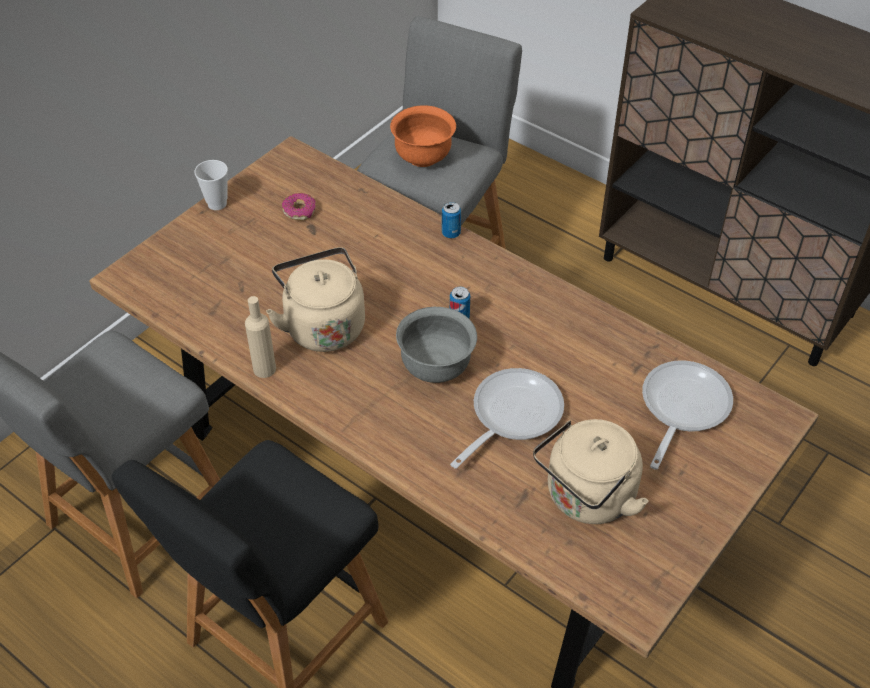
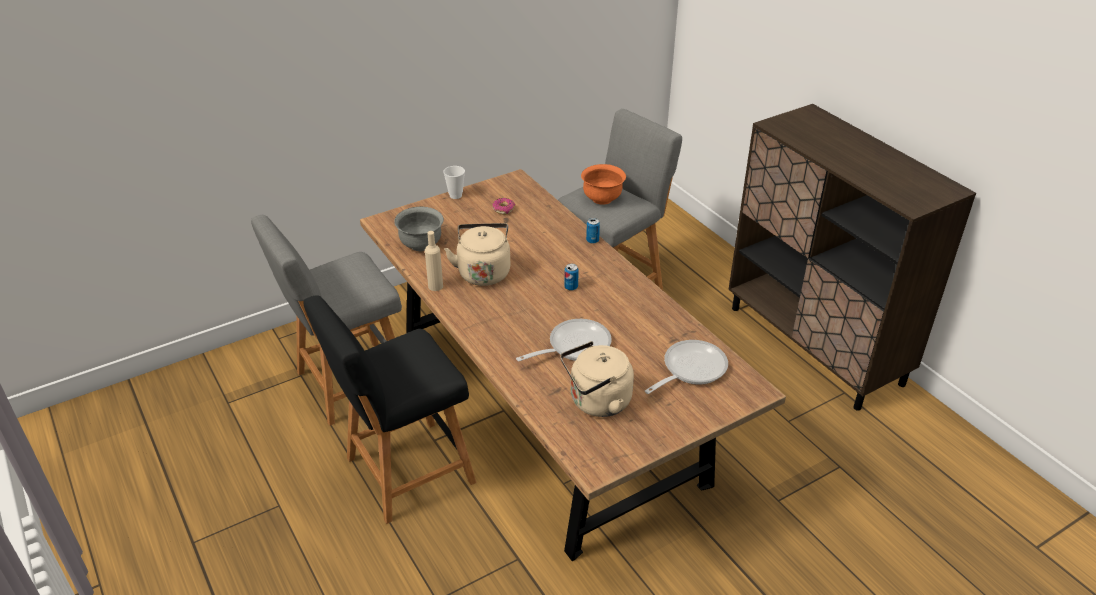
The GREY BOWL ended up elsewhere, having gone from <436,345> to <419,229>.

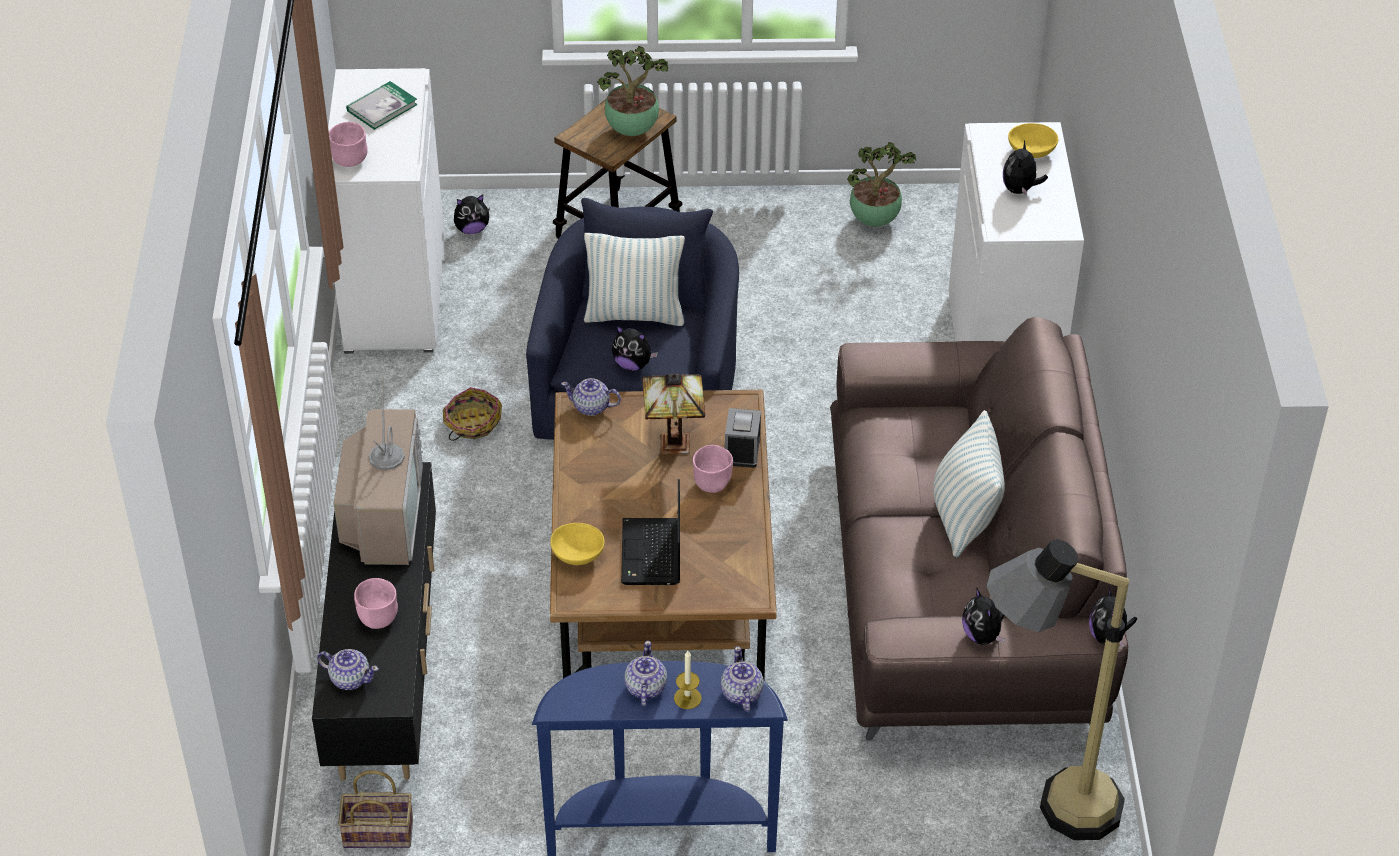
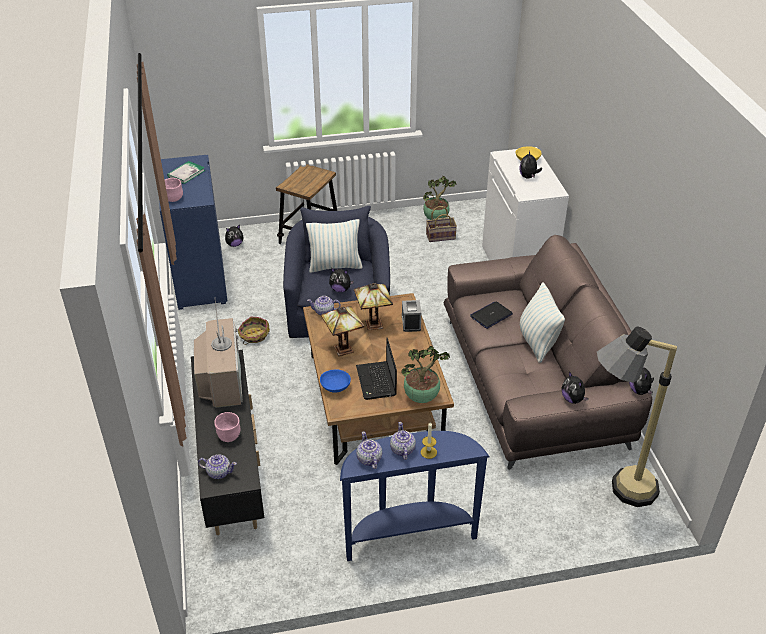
What was the WHITE CABINET at <386,211> turned into the BLUE CABINET at <193,232>.
What was the YELLOW BOWL at <577,544> turned into the BLUE BOWL at <335,381>.
The second view gained the TABLE LAMP at <342,331>.
The TEAPOT ended up elsewhere, having gone from <742,679> to <369,450>.
The POTTED PLANT ended up elsewhere, having gone from <633,91> to <425,374>.
The BASKET ended up elsewhere, having gone from <375,809> to <441,224>.
The second view gained the LAPTOP at <491,315>.
The second view lost the PINK BOWL at <713,469>.

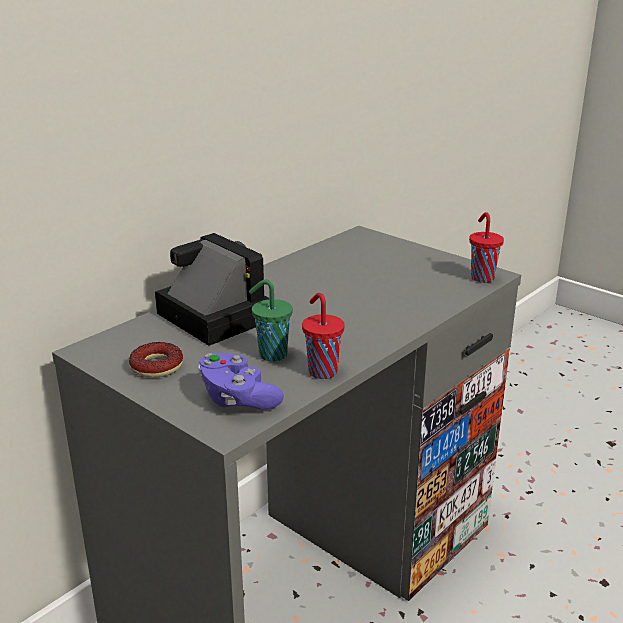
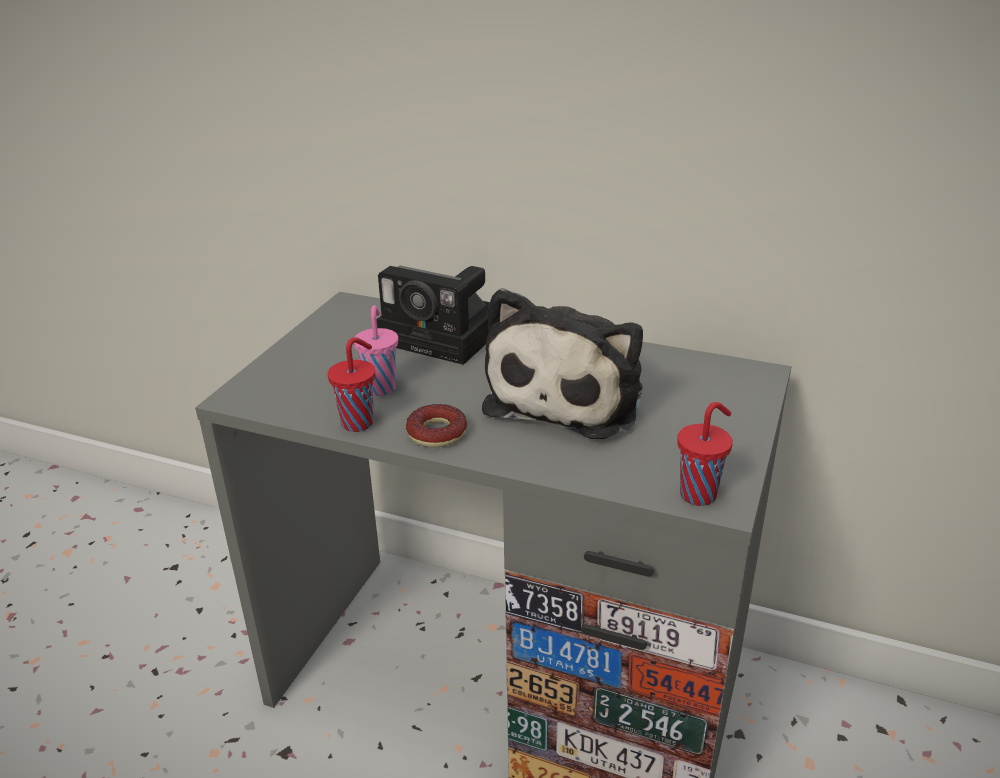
What was the GREEN CUP at <271,321> turned into the PINK CUP at <376,350>.
The PHOTO CAMERA at <212,289> ended up facing another way, 90 degrees clockwise from before.
The DONUT ended up elsewhere, having gone from <156,360> to <436,425>.
The second view gained the PLUSH TOY at <562,363>.
The second view lost the PURPLE GAME CONTROLLER at <241,381>.

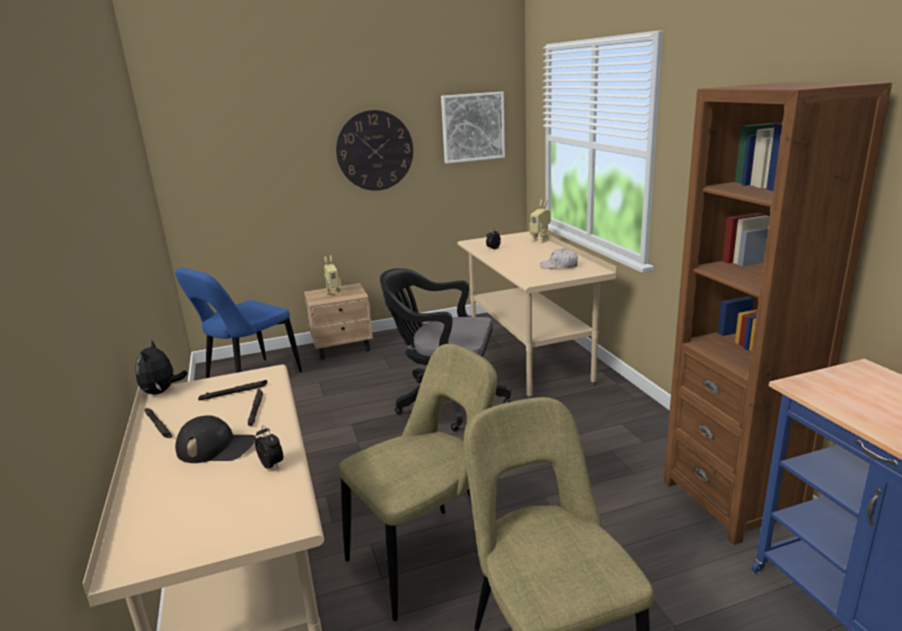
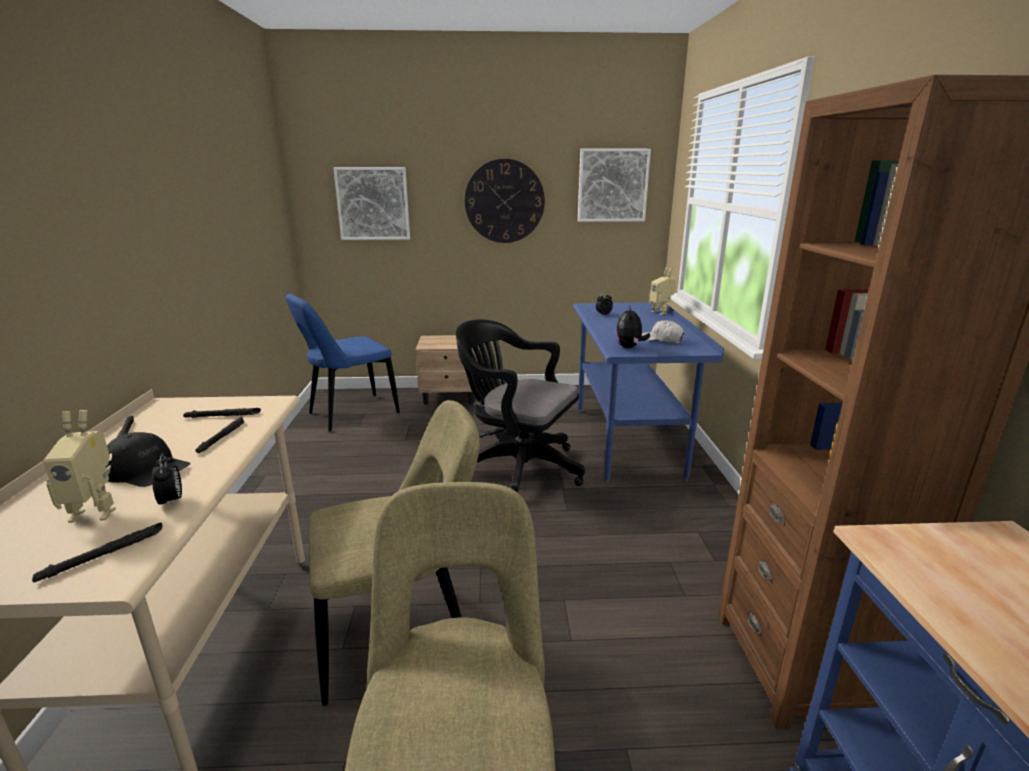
The second view gained the BLACK FLASHLIGHT at <97,552>.
The TOY ROBOT ended up elsewhere, having gone from <333,276> to <79,466>.
The second view gained the PICTURE at <371,203>.
What was the BEIGE DESK at <536,314> turned into the BLUE DESK at <648,392>.
The PLUSH TOY ended up elsewhere, having gone from <161,366> to <632,326>.

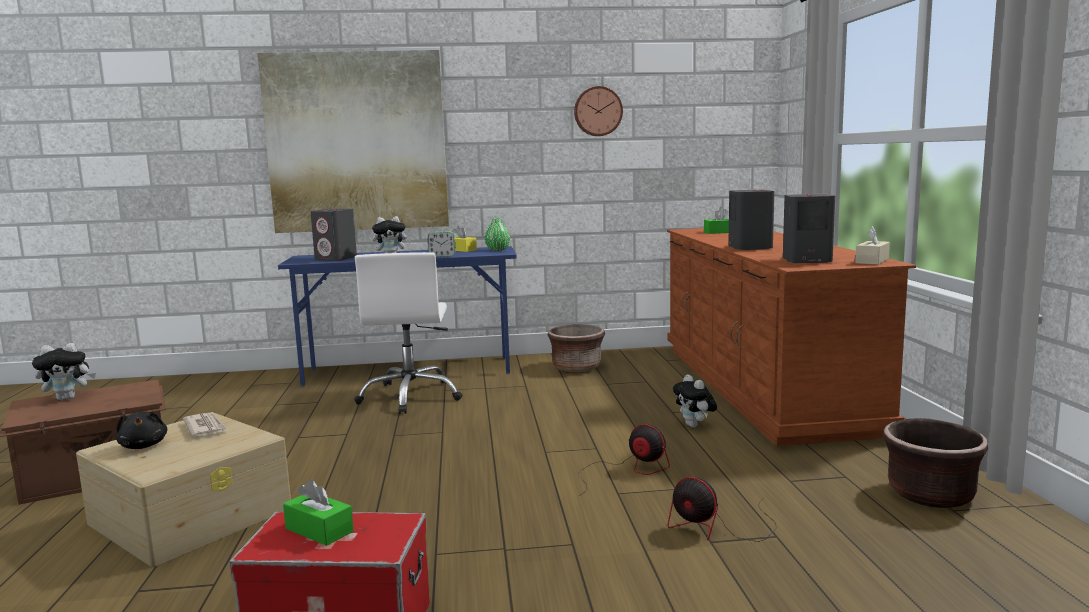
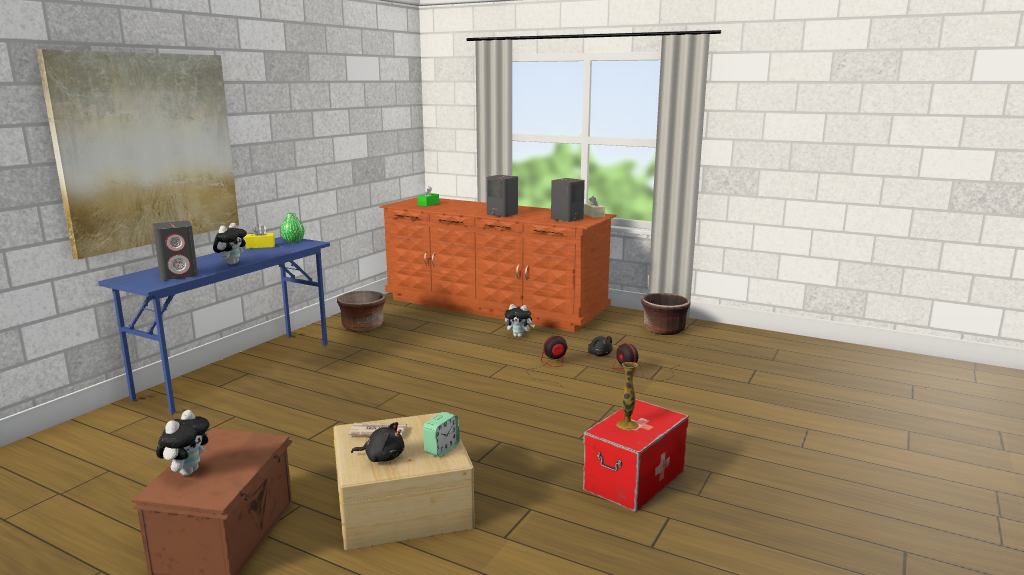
The ALARM CLOCK ended up elsewhere, having gone from <441,244> to <441,434>.
The second view gained the BLACK PLUSH TOY at <600,346>.
The FAN at <722,509> ended up facing another way, 75 degrees clockwise from before.
Where the GREEN TISSUE BOX stood at <318,513>, the VASE came to stand at <627,396>.
The second view lost the WHITE OFFICE CHAIR at <408,333>.
The second view lost the WALL CLOCK at <598,111>.

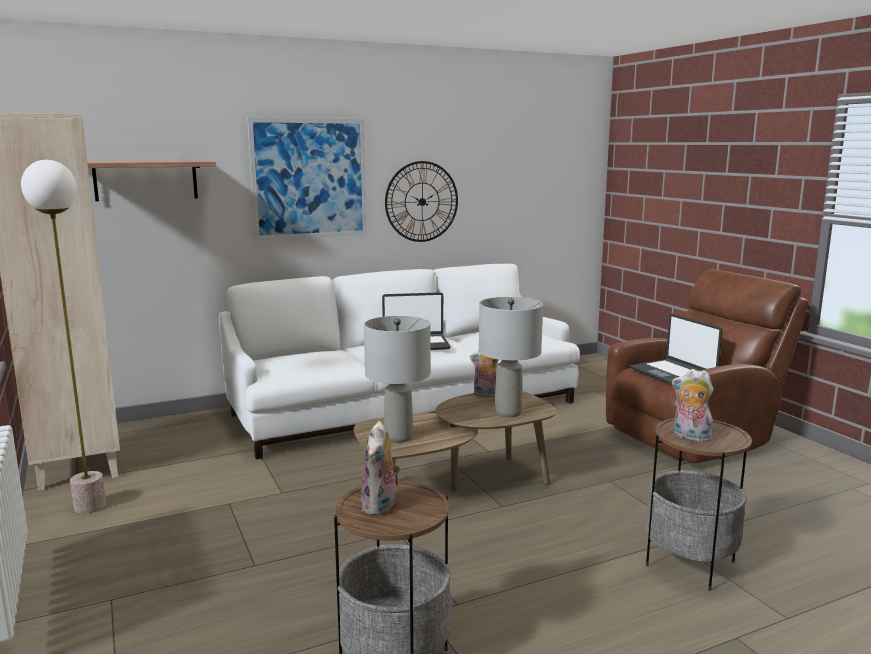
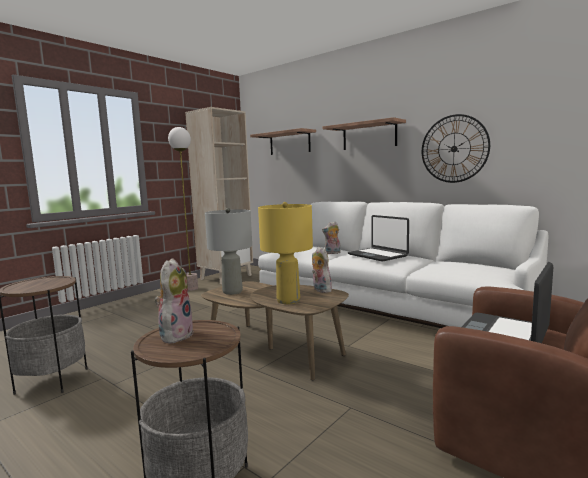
What was the GREY TABLE LAMP at <511,357> turned into the YELLOW TABLE LAMP at <285,253>.
The PLUSH TOY ended up elsewhere, having gone from <381,468> to <331,237>.
Where the PICTURE hung at <307,179>, the SHELF came to hang at <364,133>.

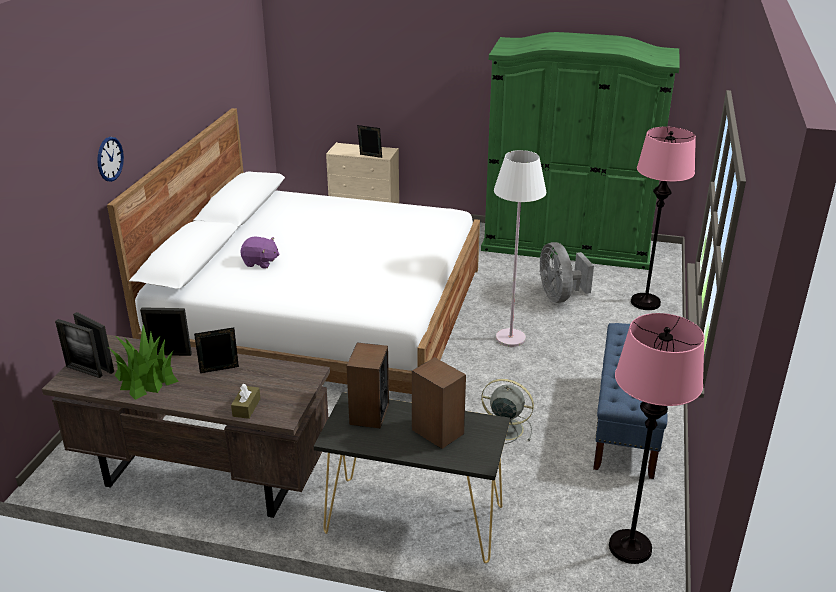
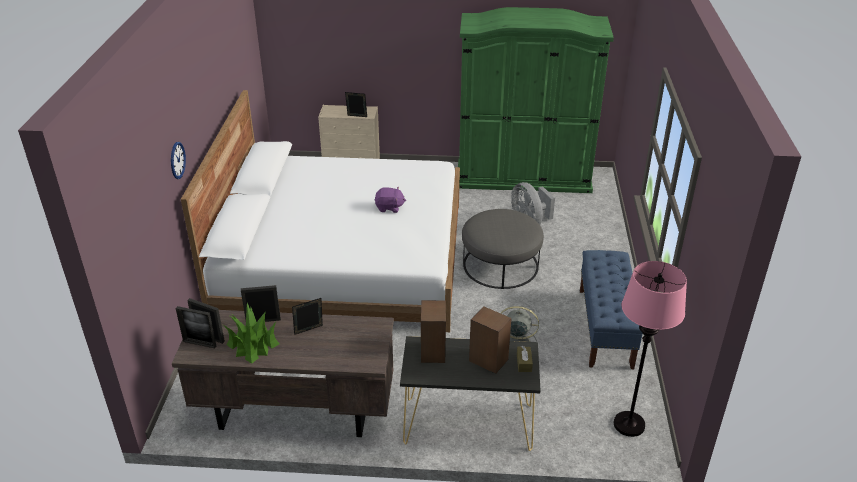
The PURPLE PLUSH TOY ended up elsewhere, having gone from <260,253> to <390,200>.
Where the WHITE FLOOR LAMP stood at <520,248>, the GREY OTTOMAN came to stand at <503,249>.
The BROWN TISSUE BOX ended up elsewhere, having gone from <246,401> to <525,359>.
The second view lost the PINK FLOOR LAMP at <663,218>.

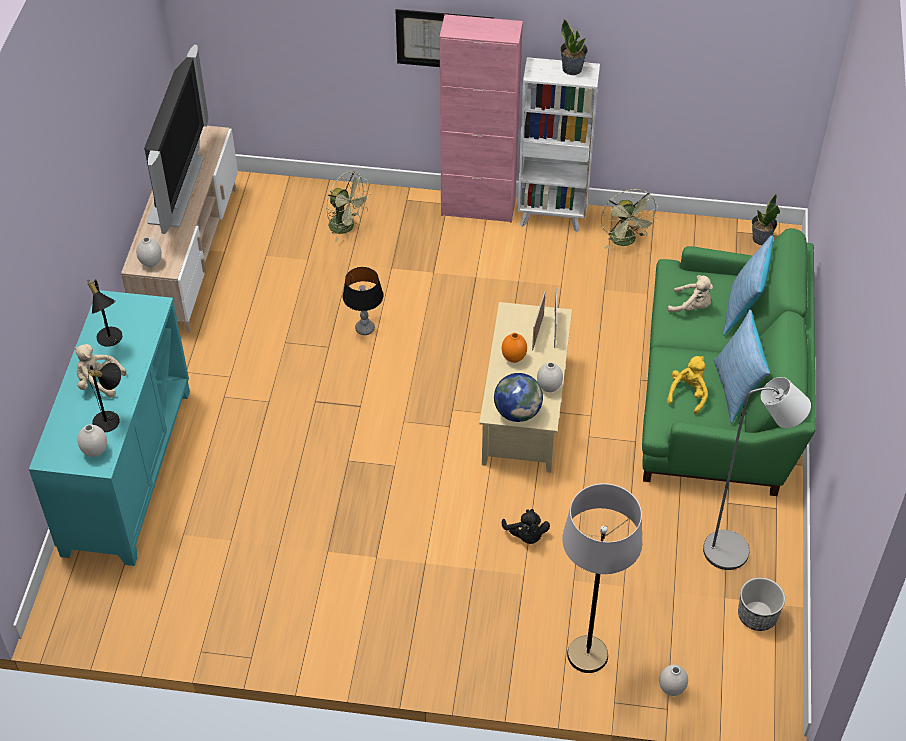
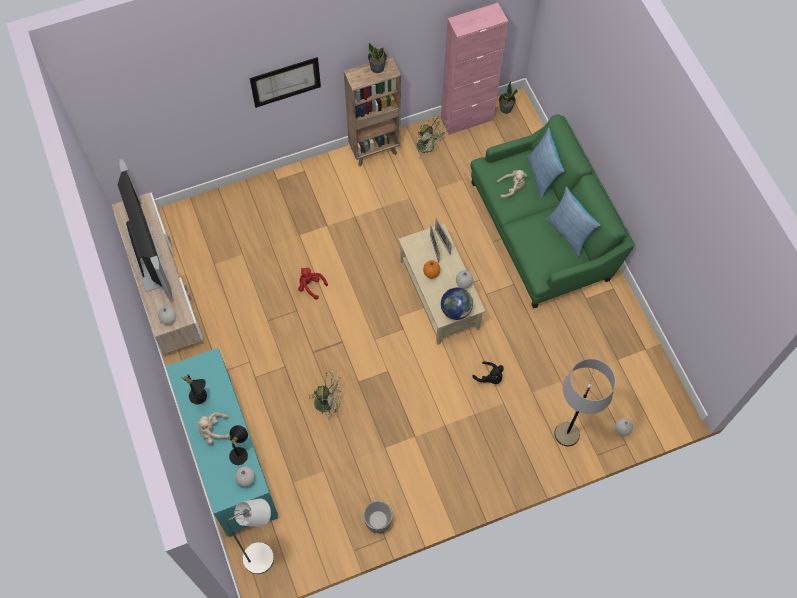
The GREY FLOOR LAMP ended up elsewhere, having gone from <757,473> to <250,536>.
Where the TABLE LAMP stood at <363,301>, the RED PLUSH TOY came to stand at <313,284>.
The GREEN FAN ended up elsewhere, having gone from <348,206> to <325,395>.
What was the WHITE BOOKCASE at <558,144> turned into the BROWN BOOKCASE at <372,111>.
The PLANTER ended up elsewhere, having gone from <761,604> to <378,517>.
The PINK CABINET ended up elsewhere, having gone from <481,118> to <474,69>.
The second view lost the YELLOW PLUSH TOY at <687,385>.

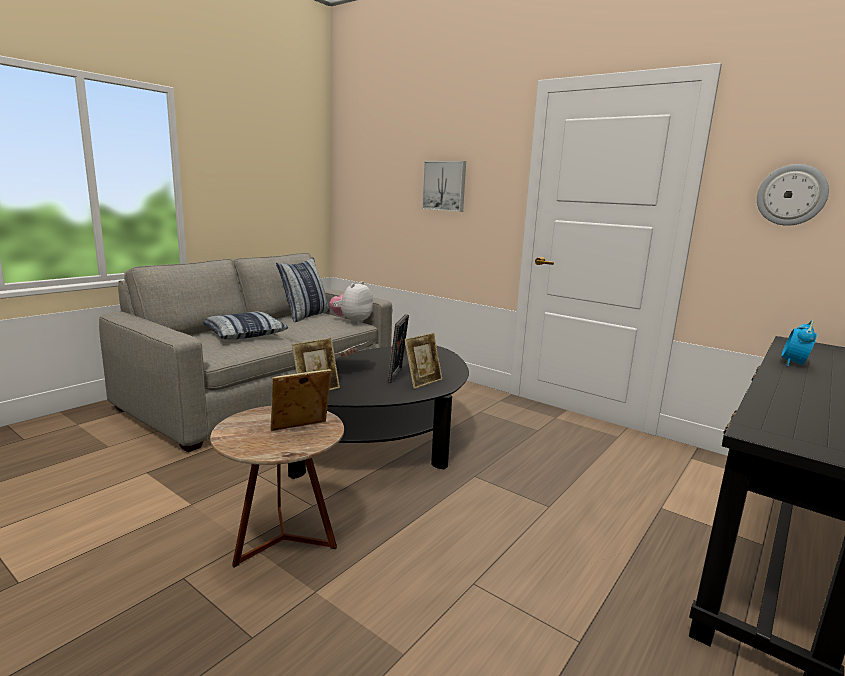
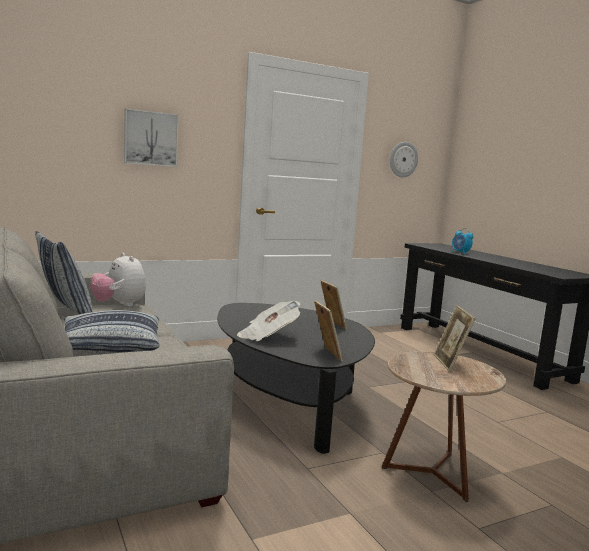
The second view lost the PICTURE FRAME at <398,348>.

